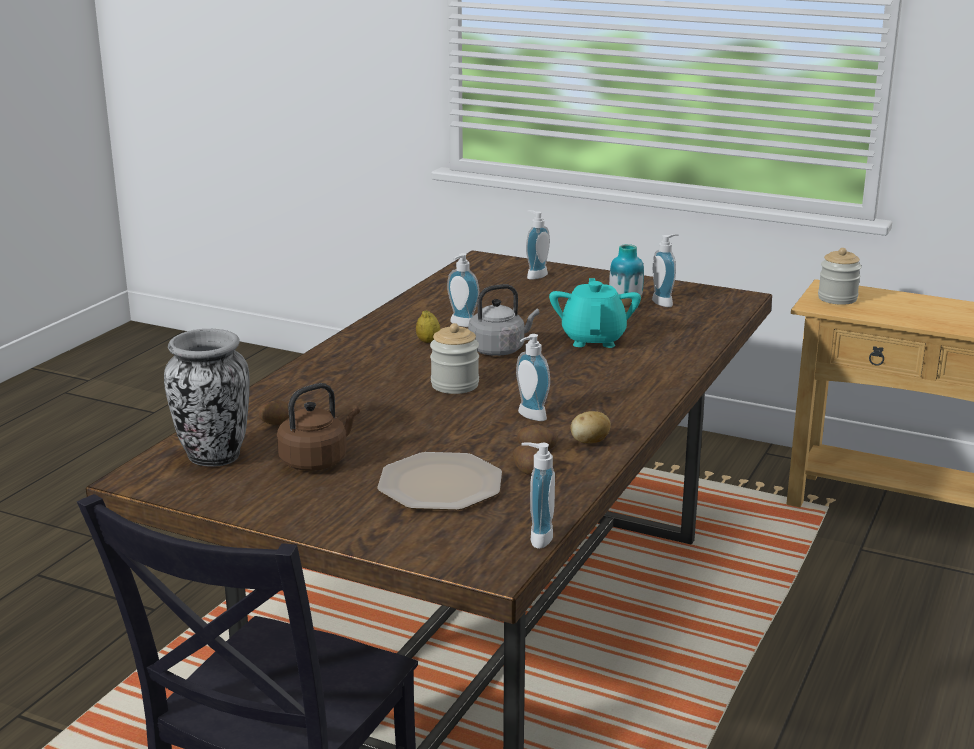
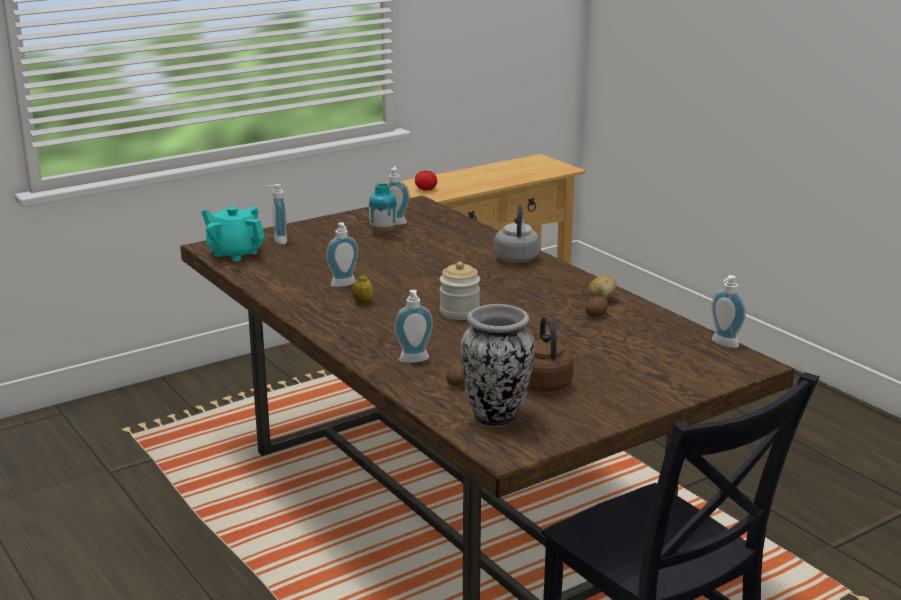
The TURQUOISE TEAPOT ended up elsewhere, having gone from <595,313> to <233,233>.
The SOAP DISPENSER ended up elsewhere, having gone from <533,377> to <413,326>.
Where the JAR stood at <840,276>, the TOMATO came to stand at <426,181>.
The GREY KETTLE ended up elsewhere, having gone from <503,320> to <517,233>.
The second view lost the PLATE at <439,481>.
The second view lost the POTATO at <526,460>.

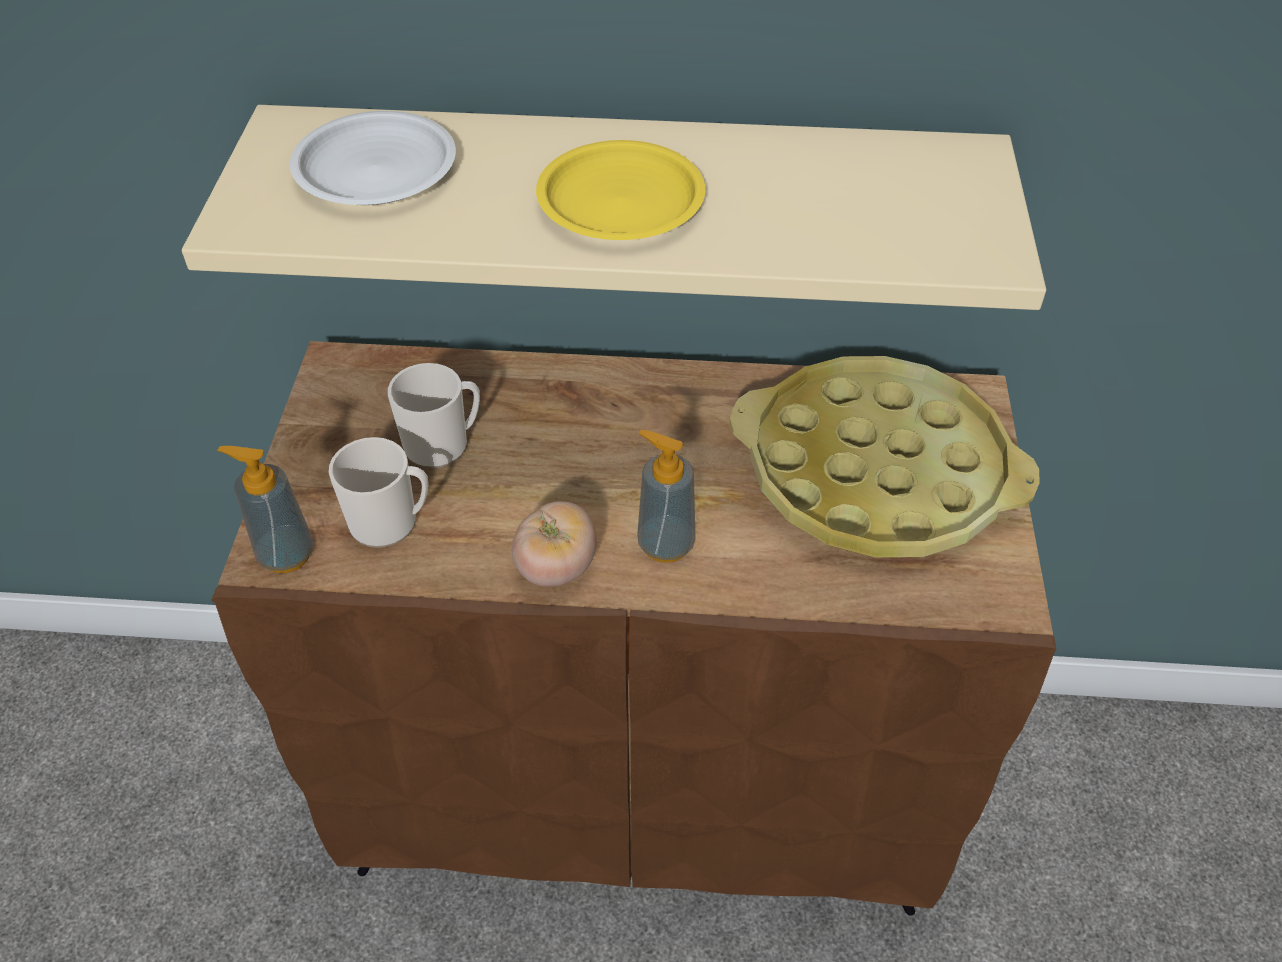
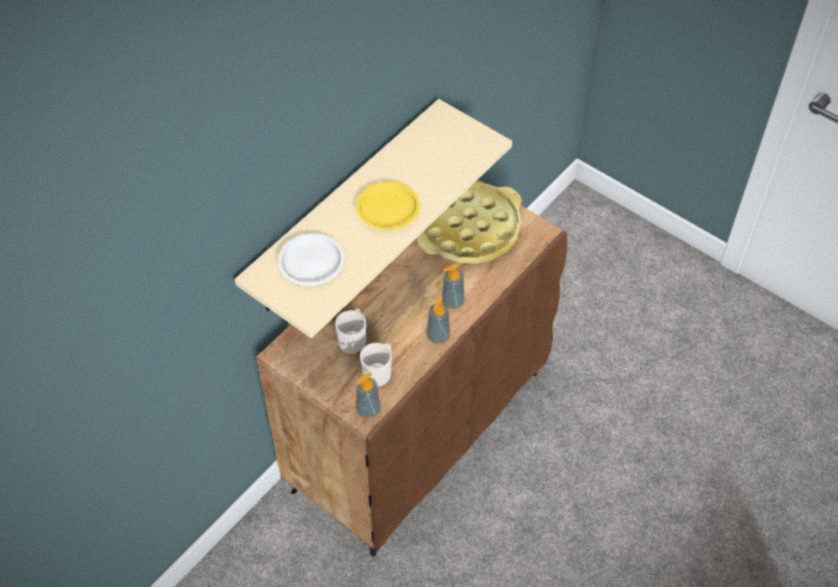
Where the TOMATO stood at <554,544>, the SOAP DISPENSER came to stand at <438,320>.

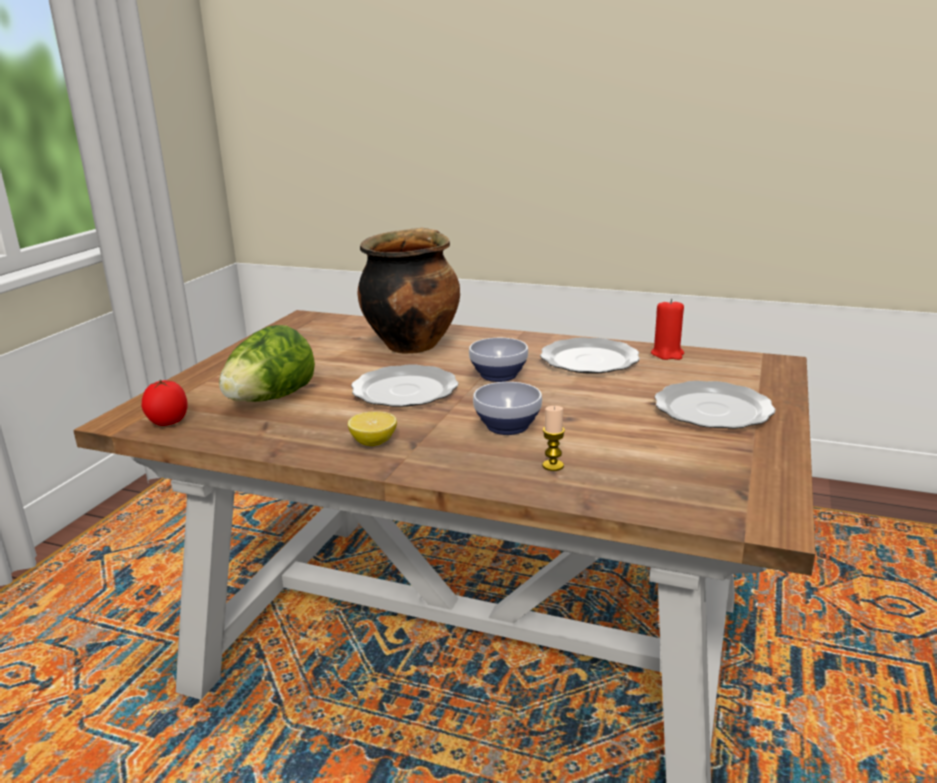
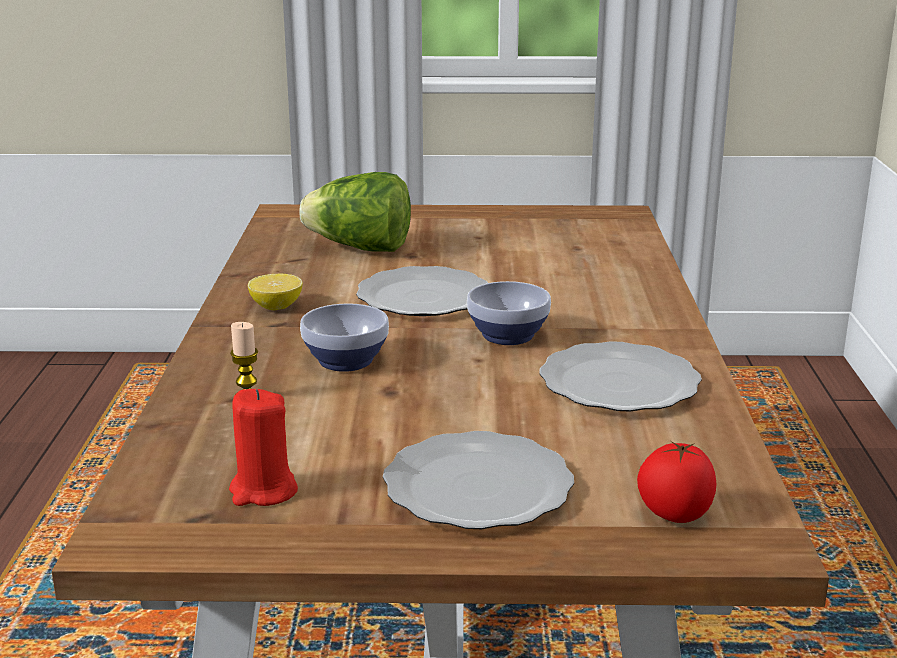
The RED CANDLE ended up elsewhere, having gone from <667,329> to <263,447>.
The TOMATO ended up elsewhere, having gone from <164,403> to <677,482>.
The second view lost the COOKING POT at <409,291>.

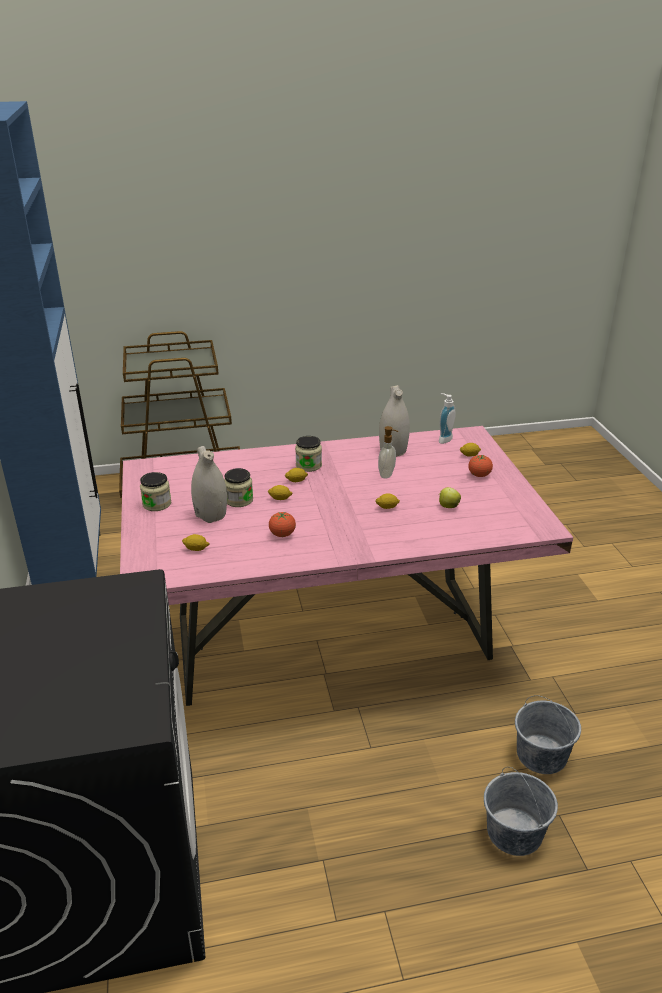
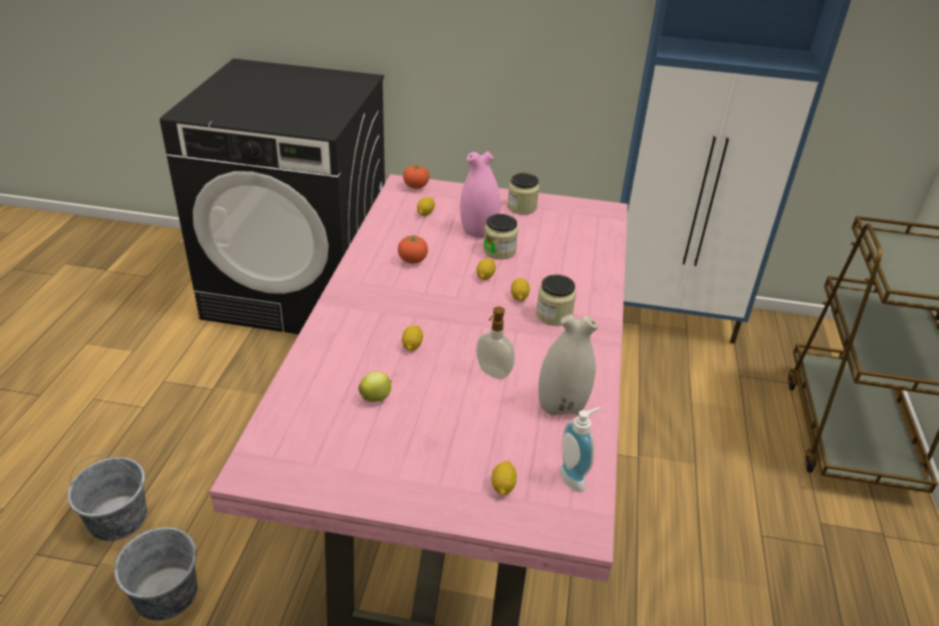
The TOMATO ended up elsewhere, having gone from <480,466> to <416,176>.
What was the WHITE VASE at <209,484> turned into the PINK VASE at <480,194>.

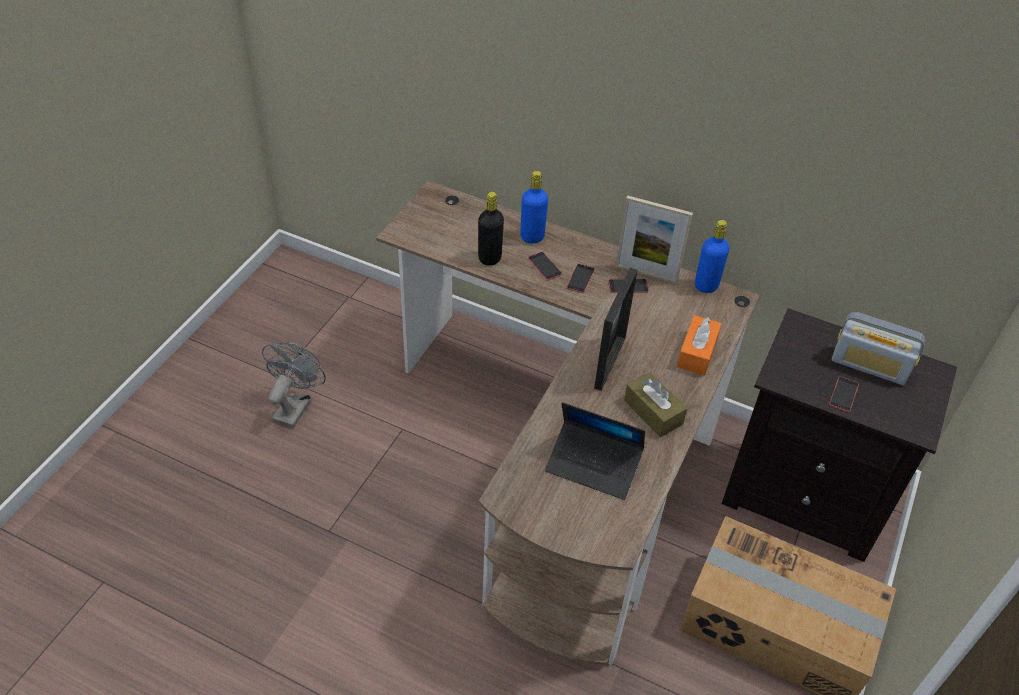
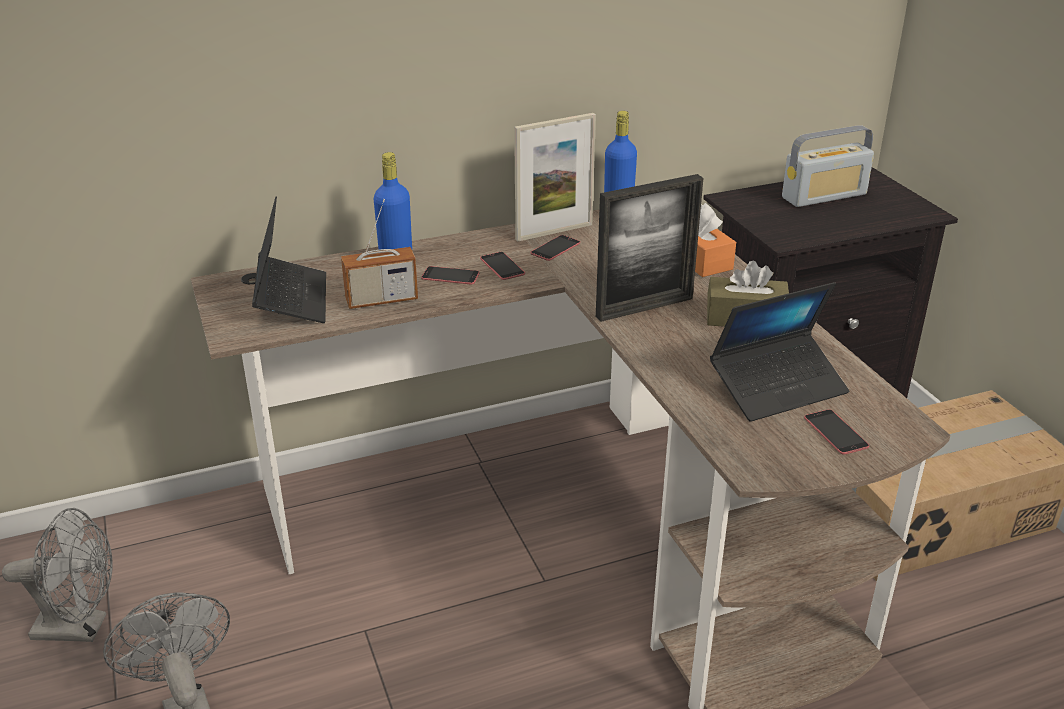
The second view gained the GREY FAN at <57,575>.
The second view gained the LAPTOP at <289,260>.
Where the BLACK BOTTLE stood at <491,229>, the RADIO came to stand at <379,254>.
The PICTURE FRAME at <616,329> ended up facing another way, 90 degrees clockwise from before.
The PHONE ended up elsewhere, having gone from <844,394> to <836,432>.

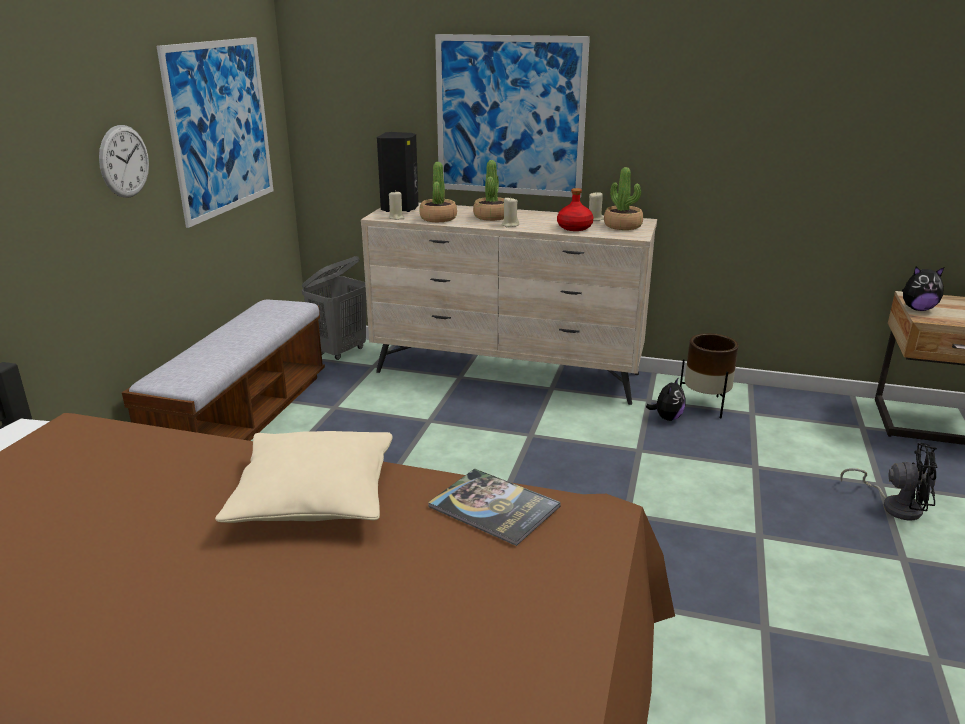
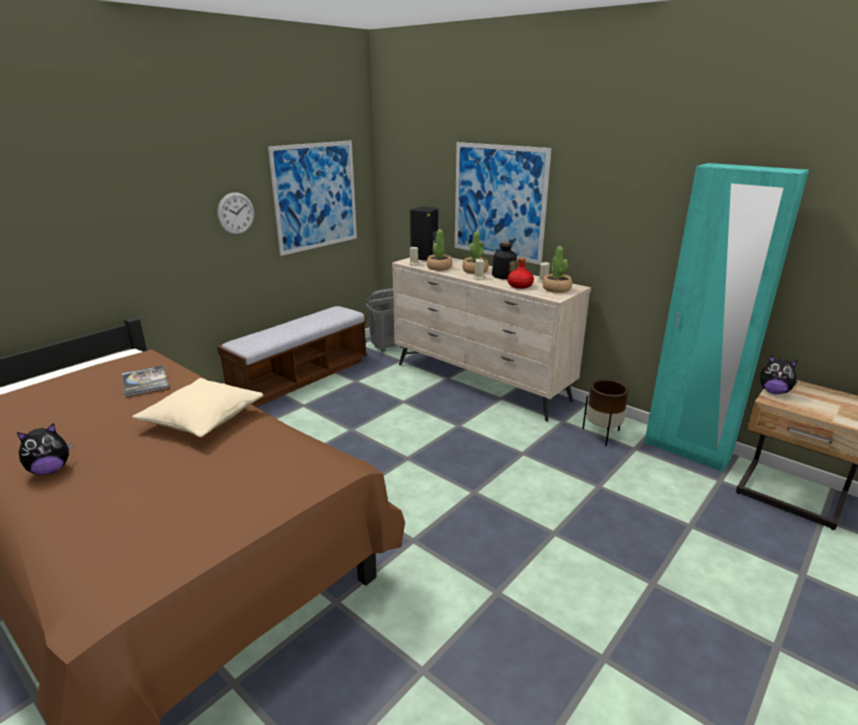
The PLUSH TOY ended up elsewhere, having gone from <666,399> to <44,449>.
The BOOK ended up elsewhere, having gone from <494,507> to <145,381>.
The second view gained the BOTTLE at <504,260>.
The second view gained the TURQUOISE WARDROBE at <727,317>.
The second view lost the BLACK FAN at <888,482>.

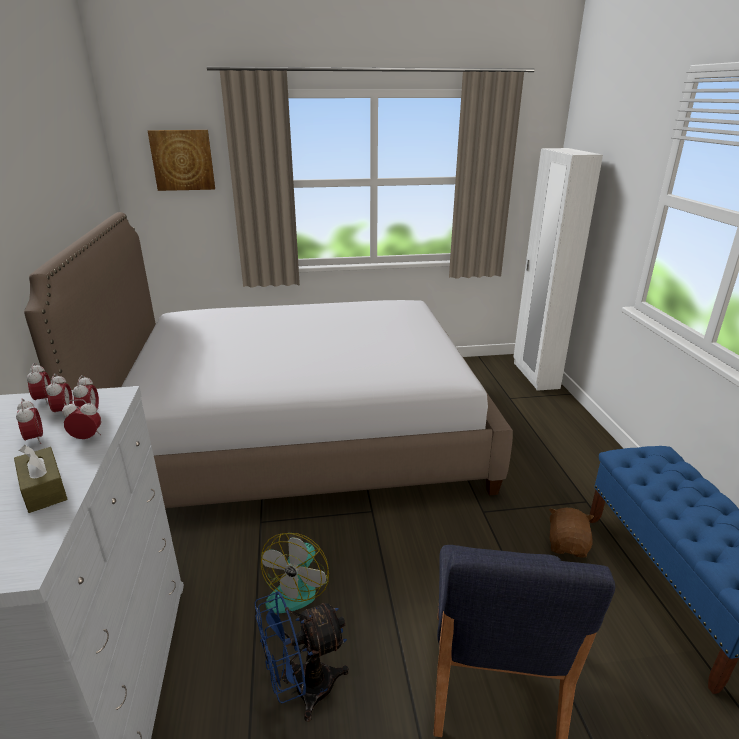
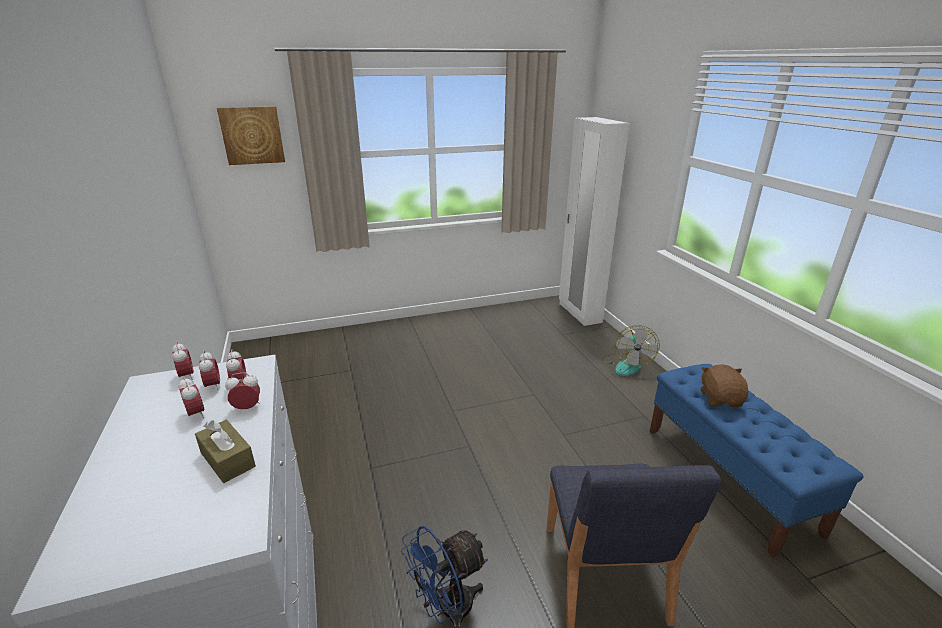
The FAN ended up elsewhere, having gone from <295,573> to <631,350>.
The BROWN PLUSH TOY ended up elsewhere, having gone from <571,533> to <724,385>.
The second view lost the BED at <268,360>.

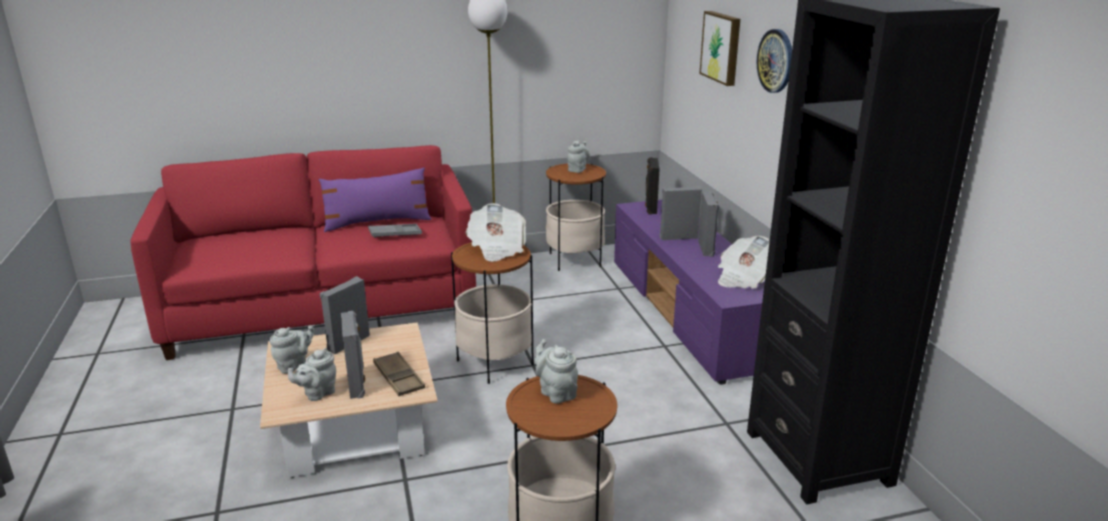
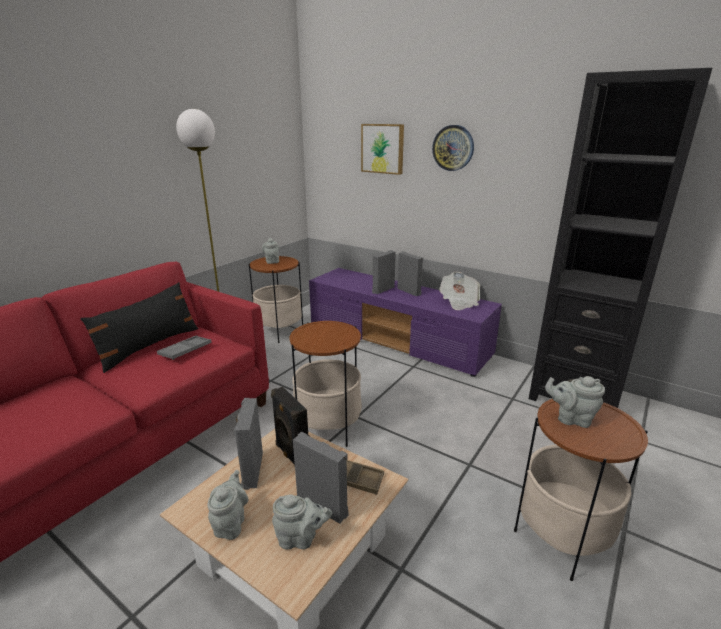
What was the PURPLE PILLOW at <375,200> turned into the BLACK PILLOW at <139,327>.
The BLACK SPEAKER ended up elsewhere, having gone from <652,185> to <289,426>.
The GREY TEAPOT at <312,374> ended up facing another way, 90 degrees counterclockwise from before.
The second view lost the NEWSPAPER at <496,232>.

